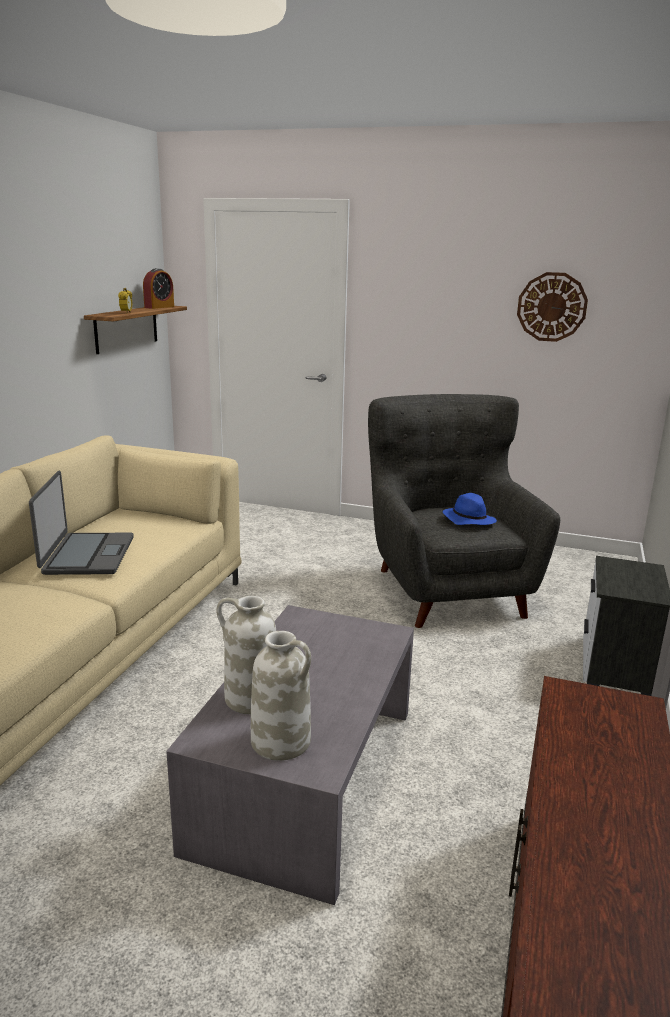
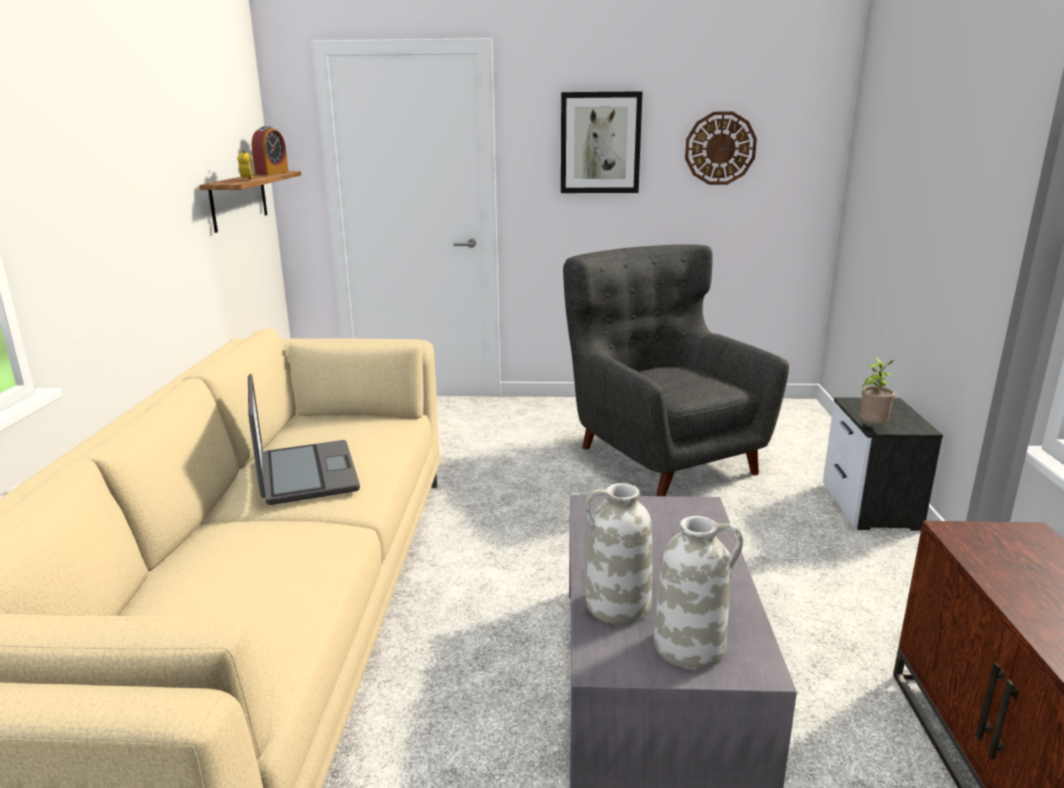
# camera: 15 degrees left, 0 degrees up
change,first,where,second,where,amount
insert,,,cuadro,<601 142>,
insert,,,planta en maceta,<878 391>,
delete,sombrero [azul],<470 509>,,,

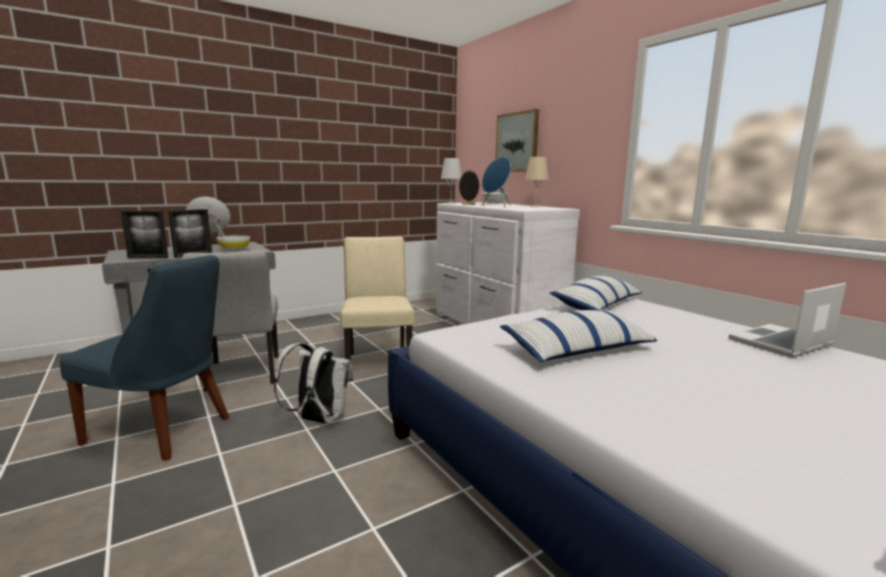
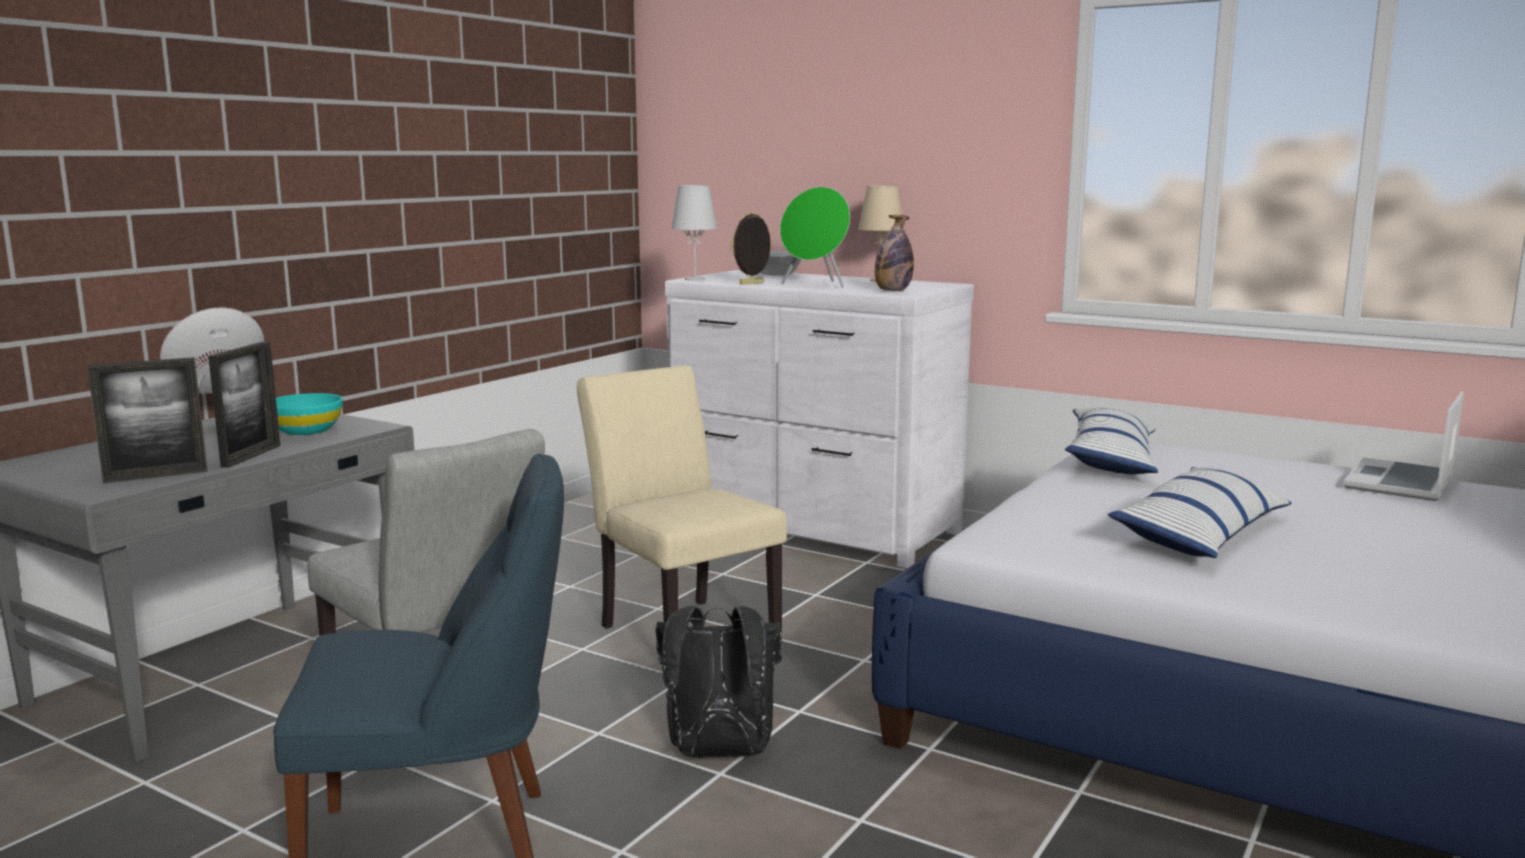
# camera: 25 degrees left, 0 degrees up
change,first,where,second,where,amount
recolor,cuenco [blanco],<233 243>,cuenco [turquesa],<309 414>,
recolor,mochila [blanco],<313 383>,mochila [negro],<718 682>,
recolor,altavoz [azul],<496 182>,altavoz [verde],<815 237>,
insert,,,botella,<894 253>,
delete,cuadro,<517 140>,,,

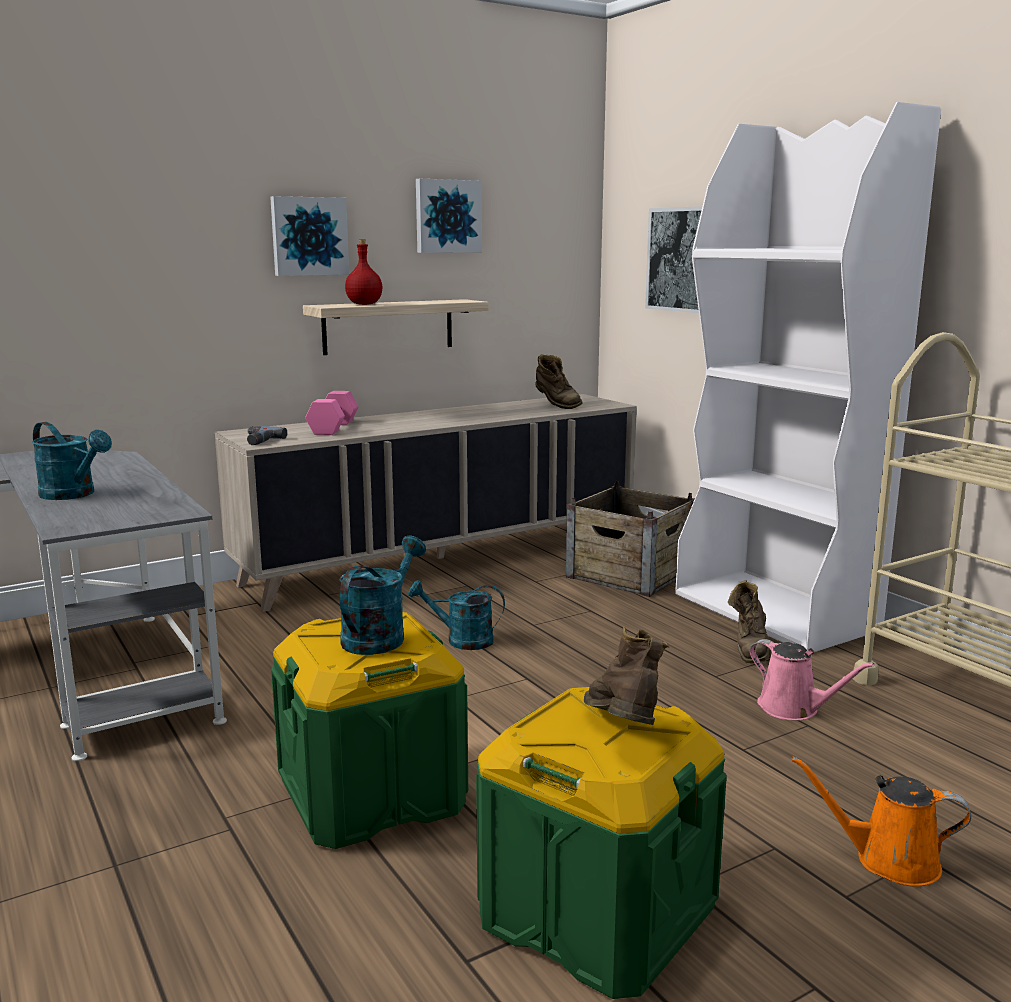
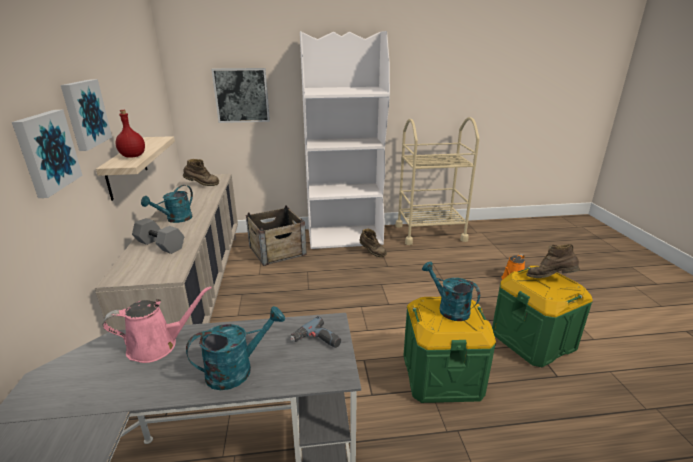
# camera: 65 degrees left, 10 degrees up
change,first,where,second,where,amount
move,cuadro,<449 216>,,<47 153>,
move,regadera [rosa],<812 680>,,<157 324>,
recolor,mancuerna [rosa],<331 413>,mancuerna [gris],<158 236>,
move,regadera [turquesa],<456 615>,,<167 204>,
move,taladro,<267 435>,,<315 332>,

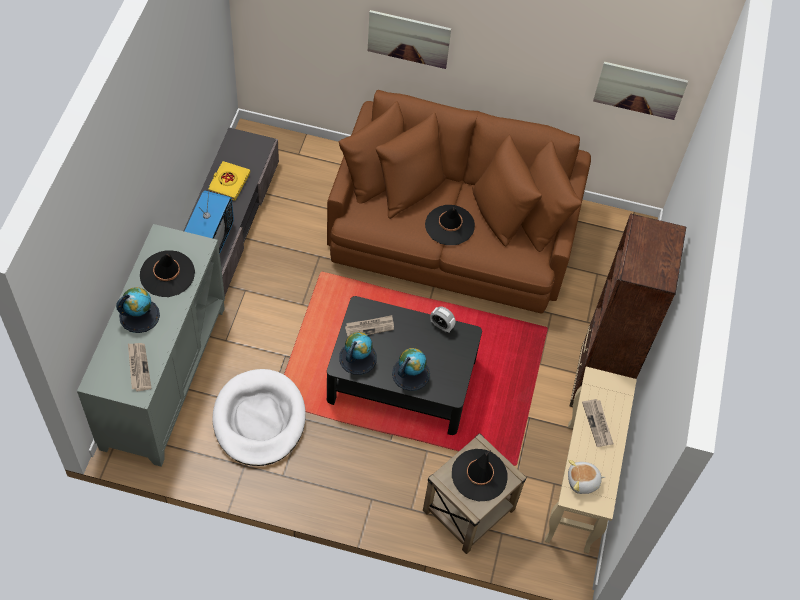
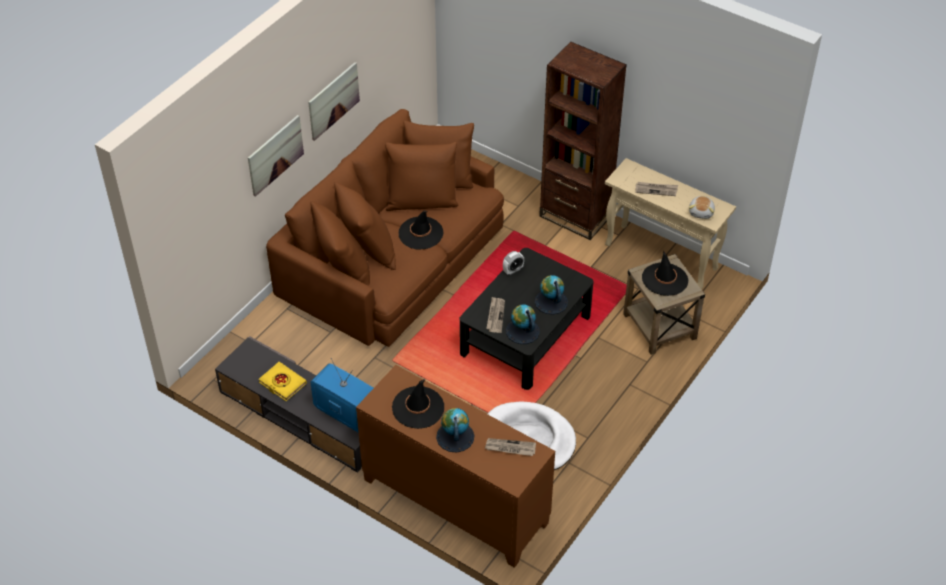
# camera: 65 degrees left, 10 degrees down
change,first,where,second,where,amount
move,cuadro,<640 90>,,<334 101>,
recolor,armario [gris],<151 345>,armario [marrón],<455 466>,

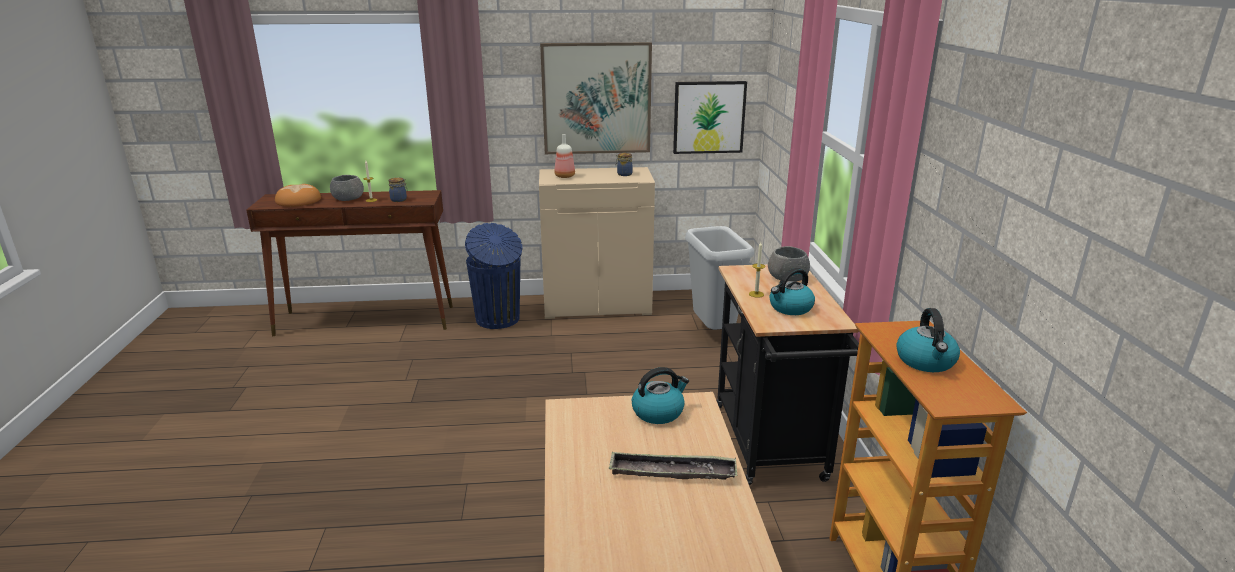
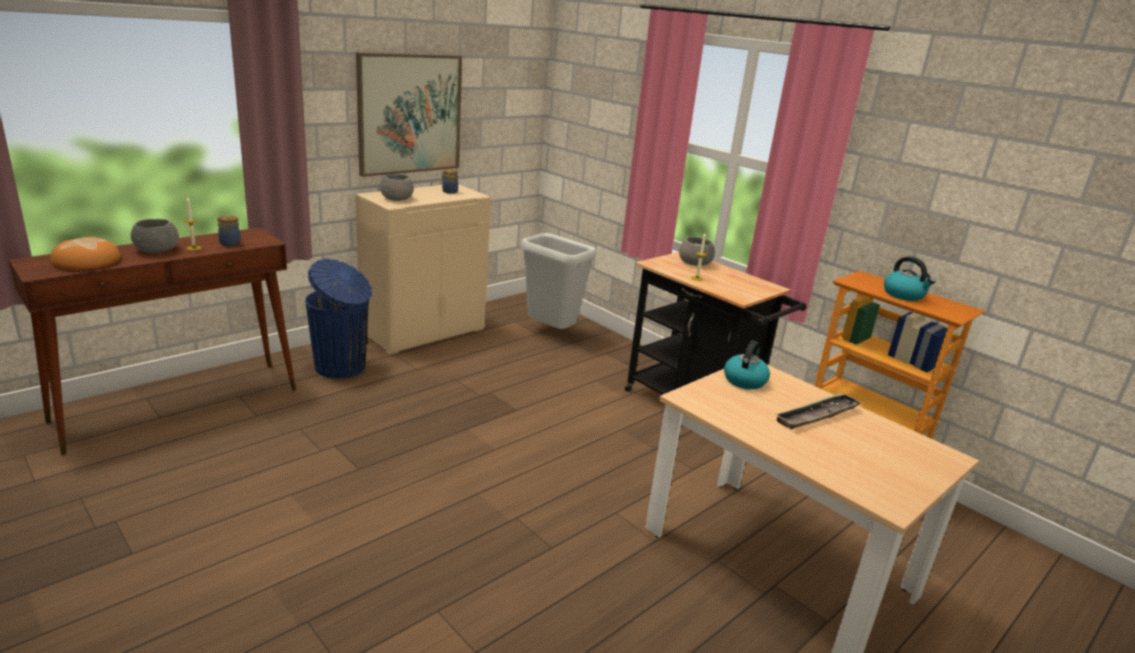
# camera: 40 degrees left, 0 degrees up
change,first,where,second,where,amount
replace,botella,<564 156>,cuenco [gris],<397 187>,
delete,cuadro,<710 117>,,,
delete,hervidor,<792 291>,,,

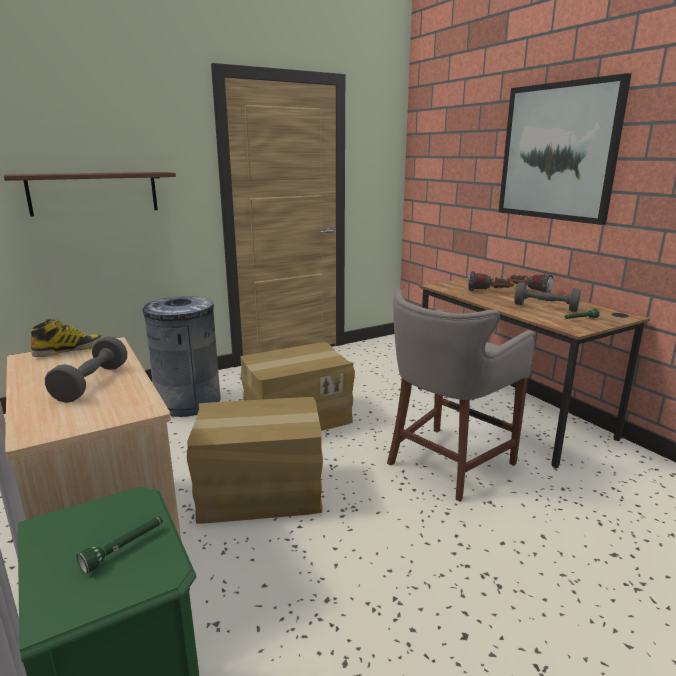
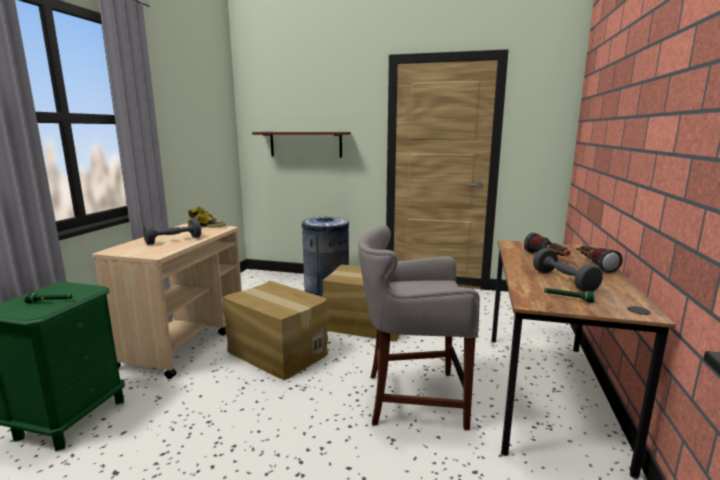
# camera: 45 degrees right, 5 degrees down
change,first,where,second,where,amount
delete,cuadro,<565 149>,,,

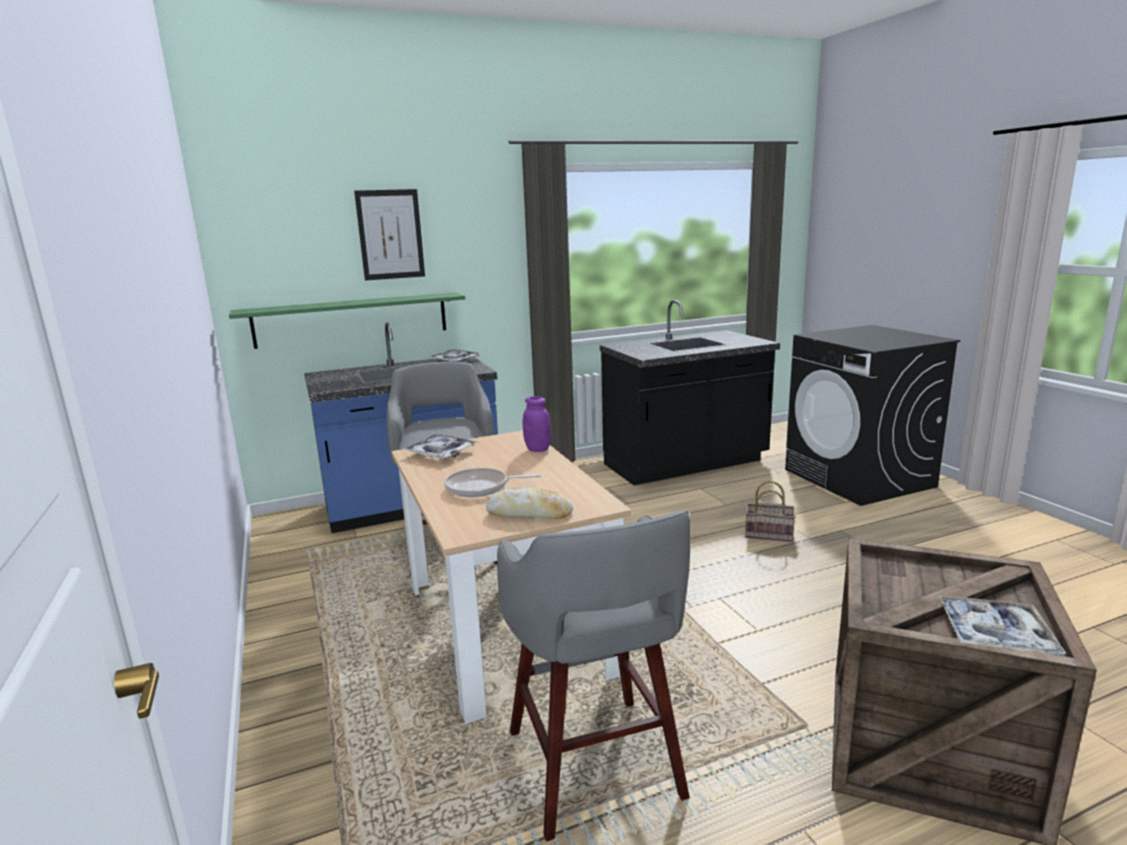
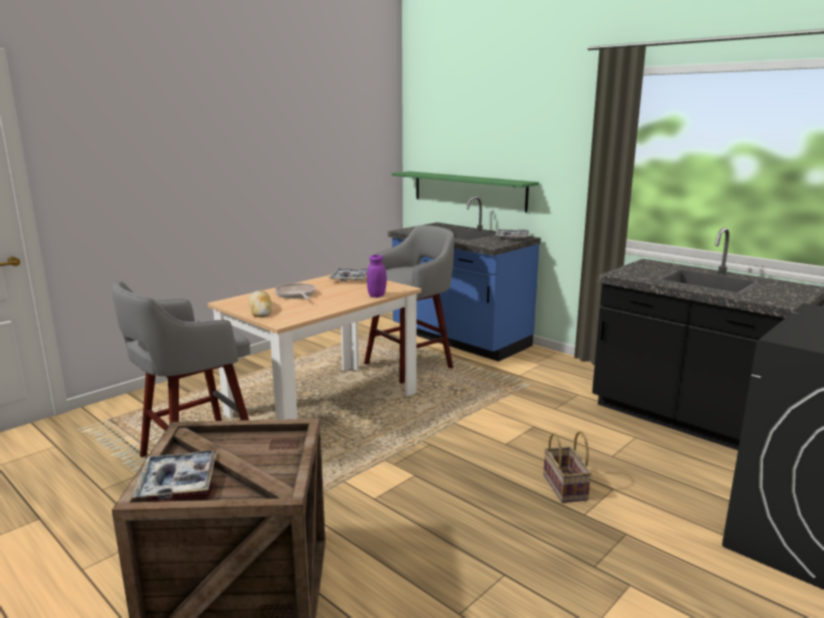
# camera: 65 degrees right, 0 degrees up
change,first,where,second,where,amount
delete,cuadro,<389 235>,,,

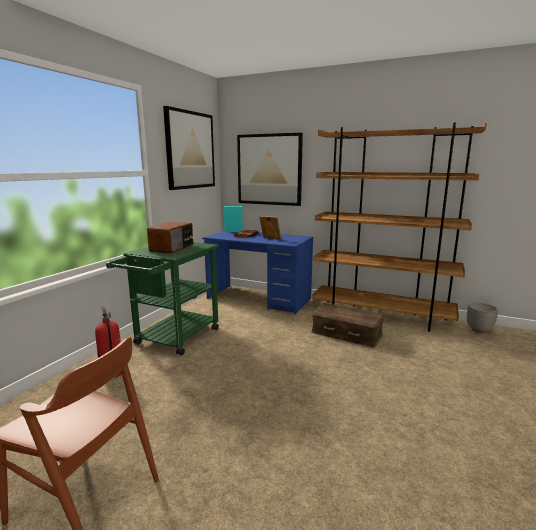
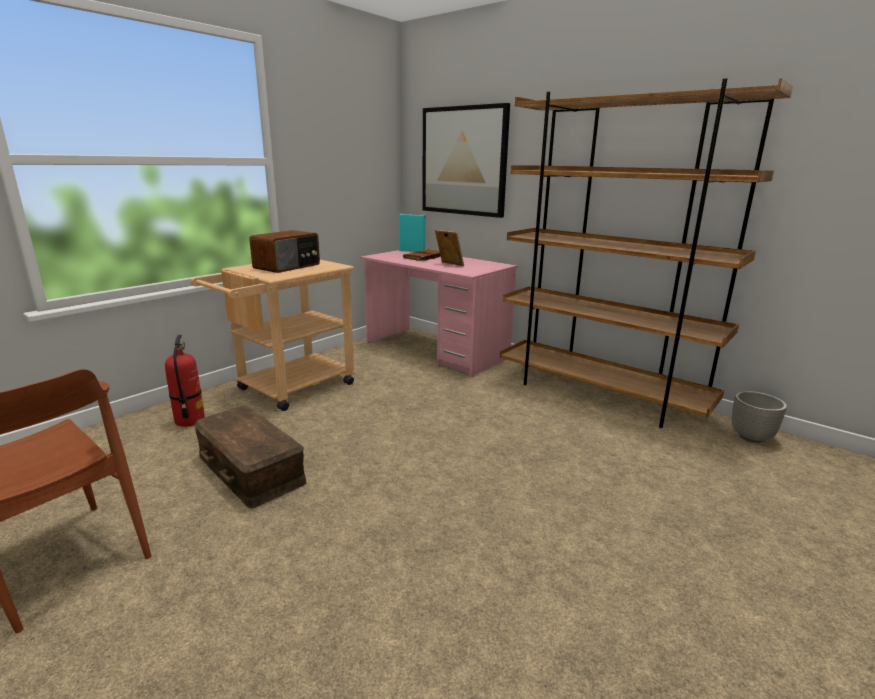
# camera: 15 degrees right, 5 degrees up
change,first,where,second,where,amount
recolor,carrito [verde],<162 299>,carrito [beis],<272 335>,
move,caja de almacenaje [marrón],<348 325>,,<250 456>,
recolor,escritorio [azul],<257 272>,escritorio [rosa],<439 313>,
delete,cuadro,<189 148>,,,

